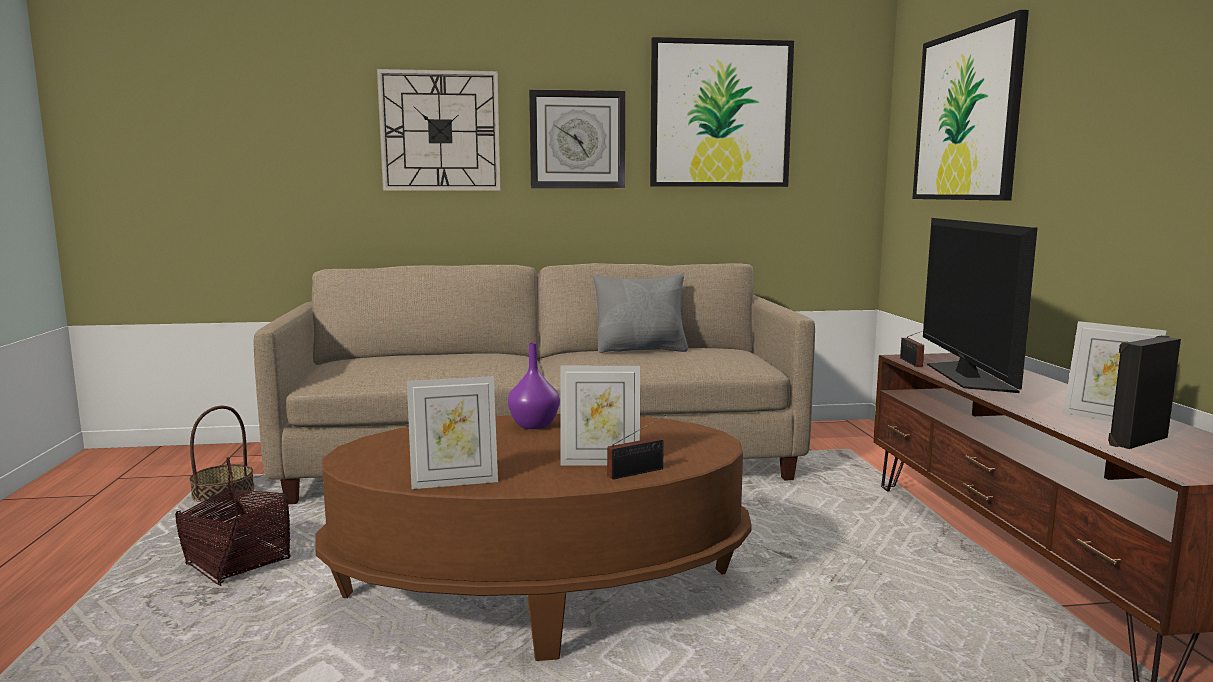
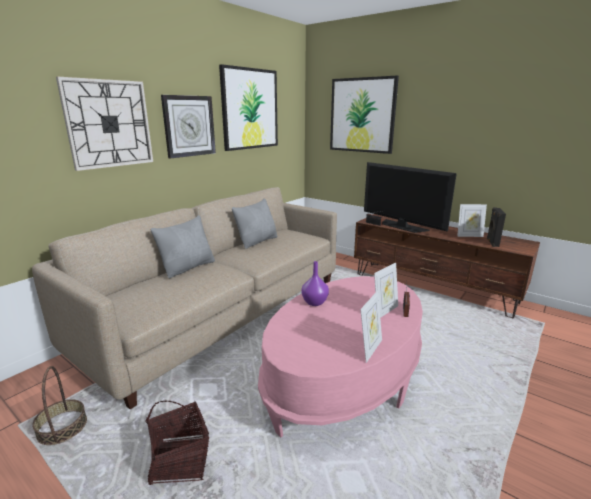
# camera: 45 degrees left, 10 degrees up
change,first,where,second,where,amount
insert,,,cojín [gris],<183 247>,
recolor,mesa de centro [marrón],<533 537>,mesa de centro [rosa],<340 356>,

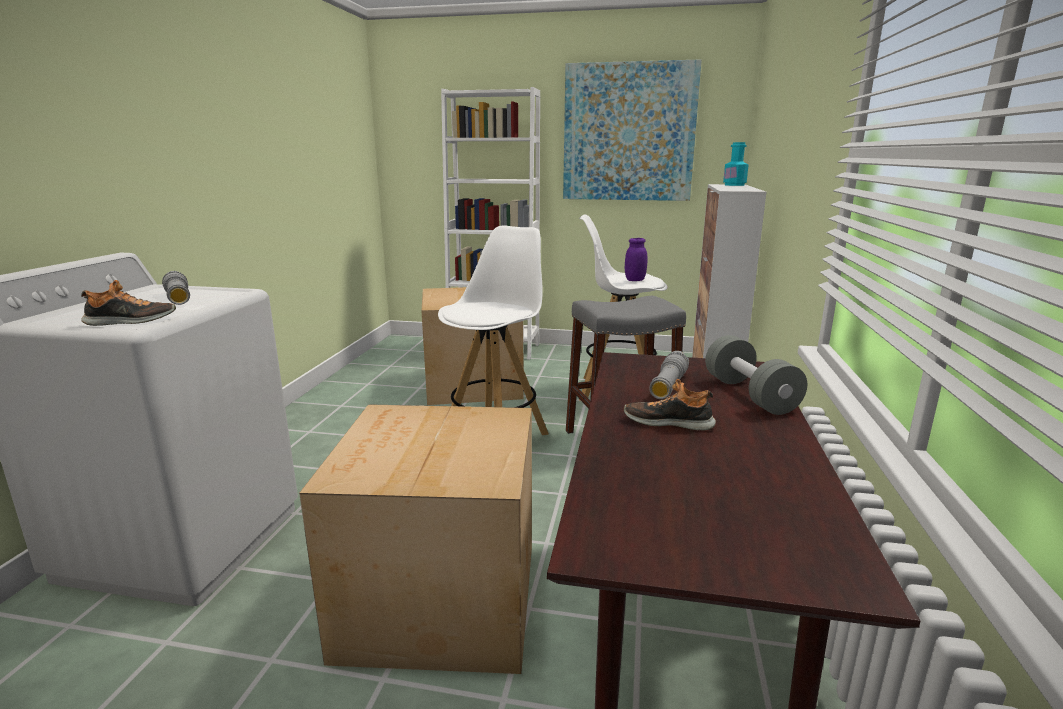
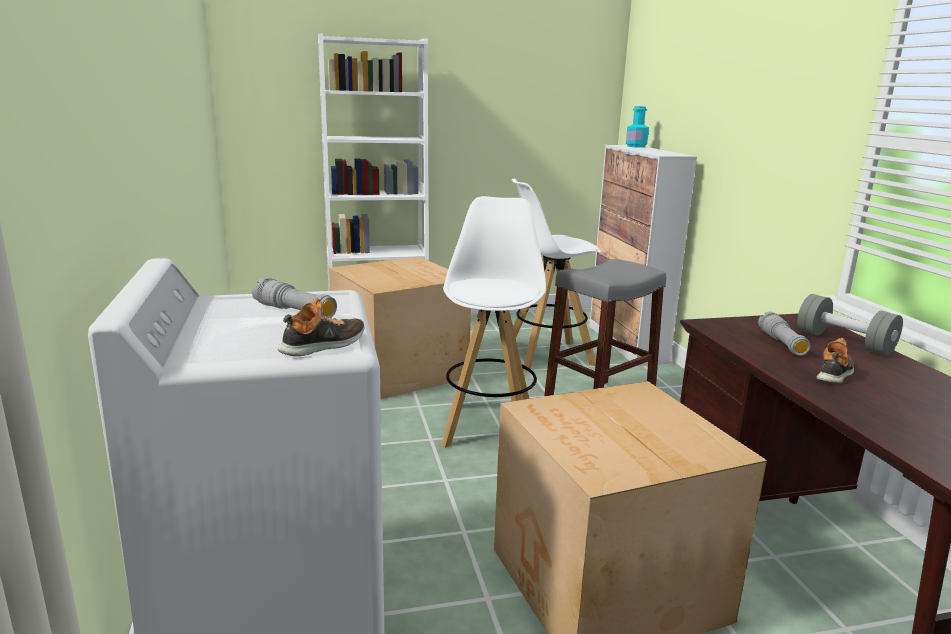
# camera: 25 degrees left, 0 degrees up
change,first,where,second,where,amount
rotate,zapato,<670 405>,,<835 361>,135 degrees clockwise
delete,cuadro,<632 130>,,,
delete,tarro [morado],<636 259>,,,

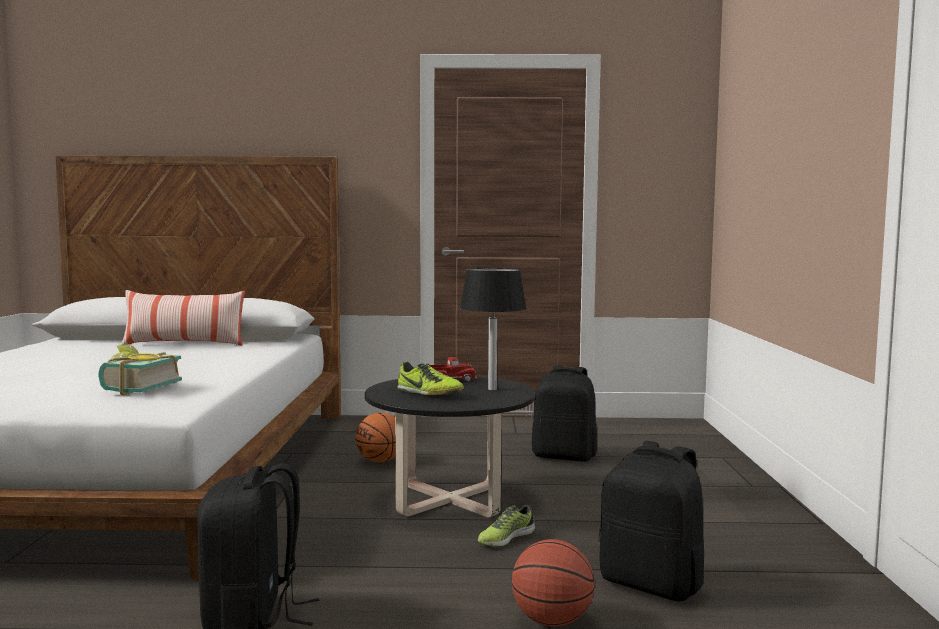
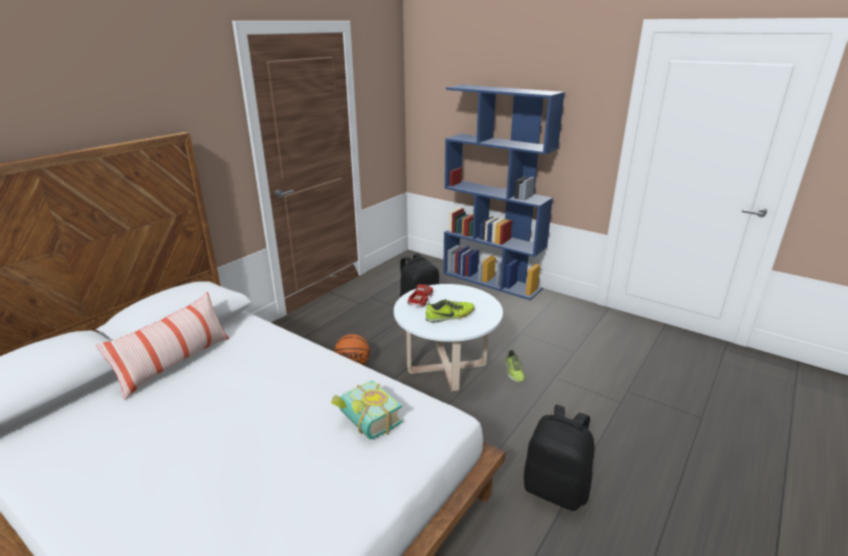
# camera: 55 degrees left, 20 degrees up
change,first,where,second,where,amount
recolor,mesa de centro [negro],<450 446>,mesa de centro [blanco],<448 338>,
insert,,,estantería [azul],<504 192>,
delete,lámpara de mesa [negro],<493 329>,,,
delete,balón de baloncesto,<553 583>,,,
delete,mochila [negro],<651 521>,,,

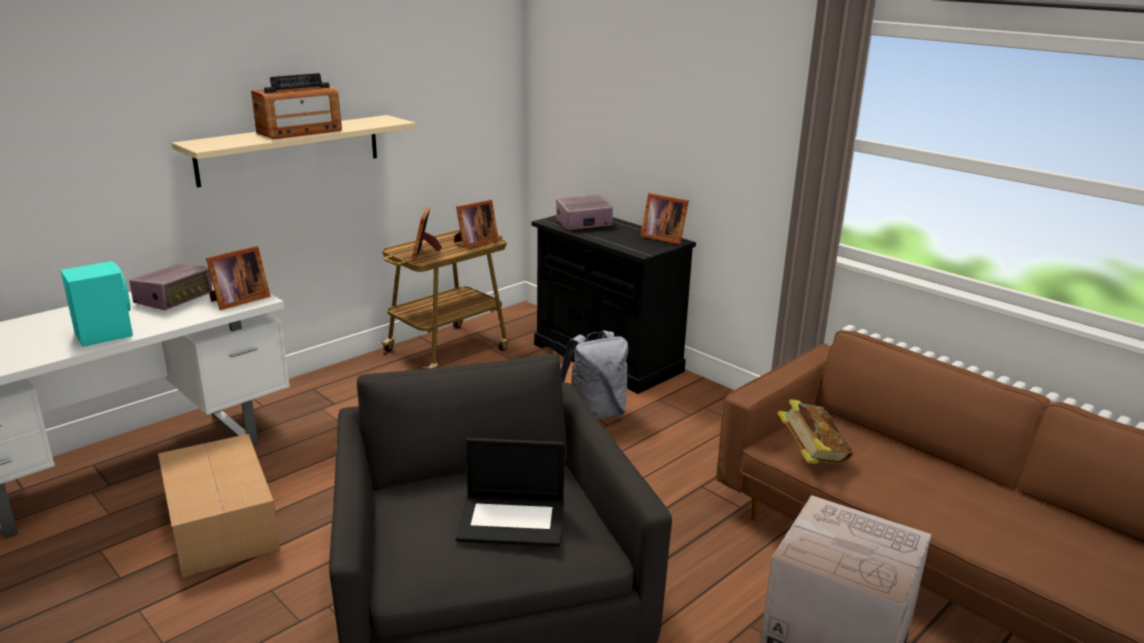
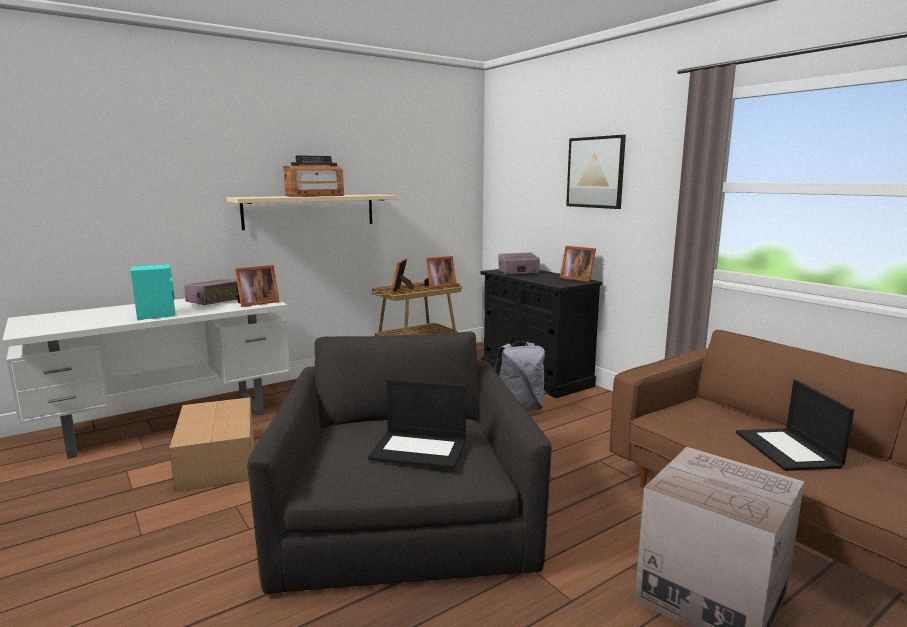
# camera: 10 degrees right, 10 degrees down
change,first,where,second,where,amount
insert,,,cuadro,<596 172>,
insert,,,portátil,<795 425>,
delete,libro,<815 431>,,,

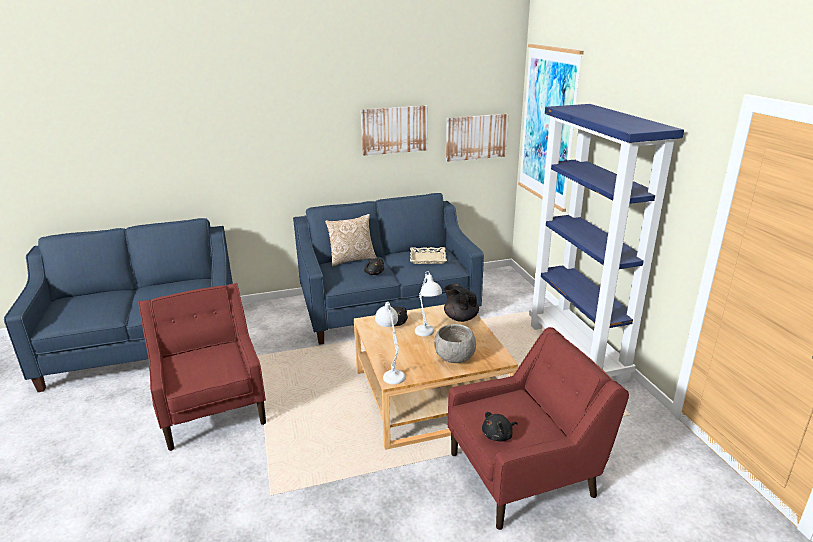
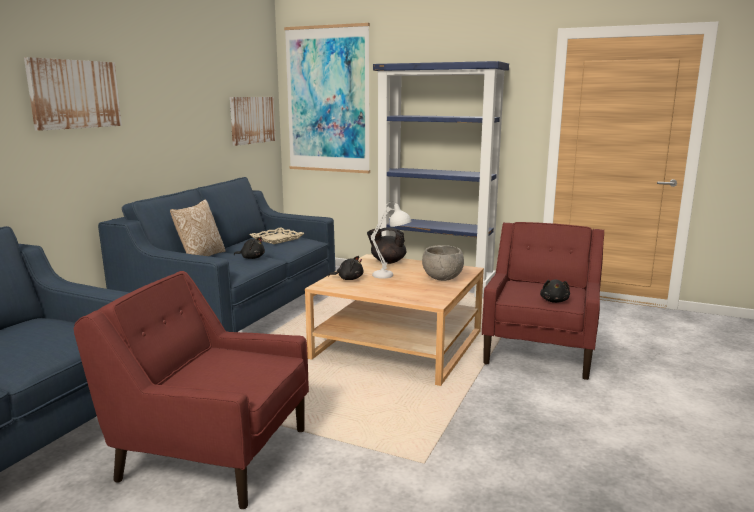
# camera: 50 degrees left, 10 degrees down
change,first,where,second,where,amount
move,cuadro,<394 130>,,<73 94>,
delete,lámpara de mesa [blanco],<390 343>,,,

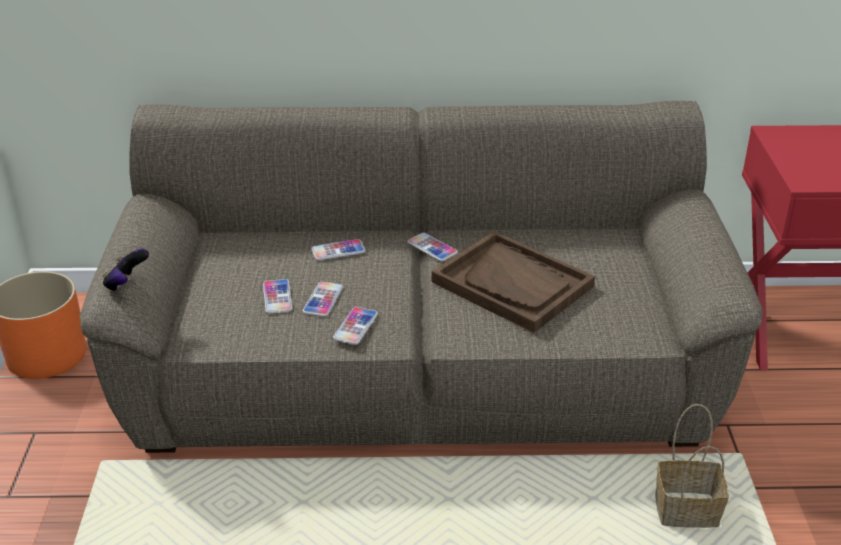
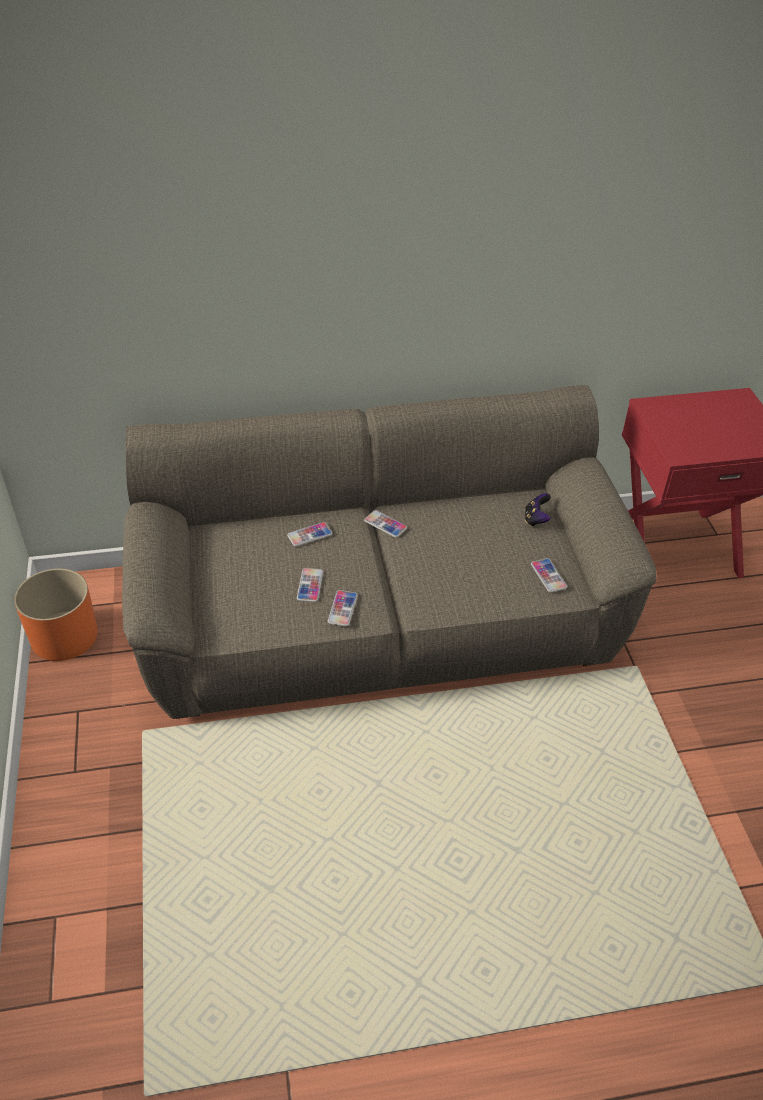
# camera: 10 degrees left, 10 degrees up
change,first,where,second,where,amount
move,mando de consola,<125 270>,,<538 510>,
move,móvil,<278 296>,,<549 575>,
delete,bandeja [marrón],<513 282>,,,
delete,cesta,<692 466>,,,

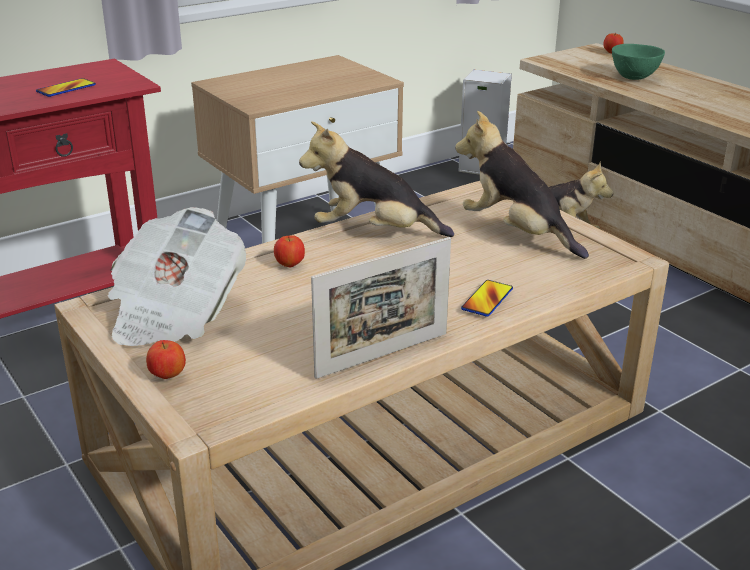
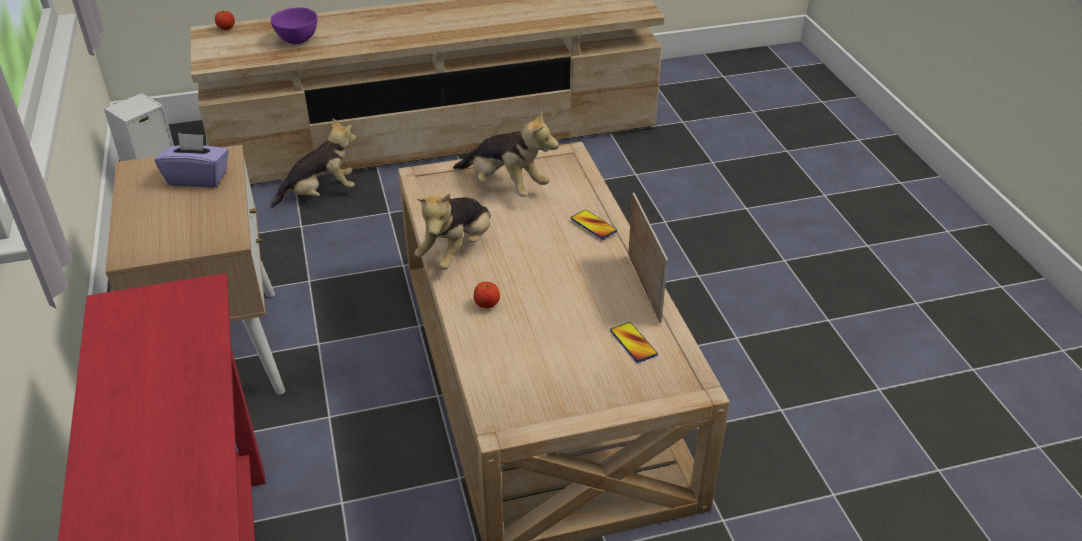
# camera: 70 degrees left, 10 degrees up
change,first,where,second,where,amount
insert,,,caja de pañuelos [morado],<192 160>,
recolor,cuenco [verde],<638 62>,cuenco [morado],<293 26>,
rotate,peluche,<522 185>,,<506 153>,120 degrees counterclockwise
move,móvil,<66 87>,,<634 342>,
delete,periódico,<177 276>,,,
delete,manzana,<166 359>,,,

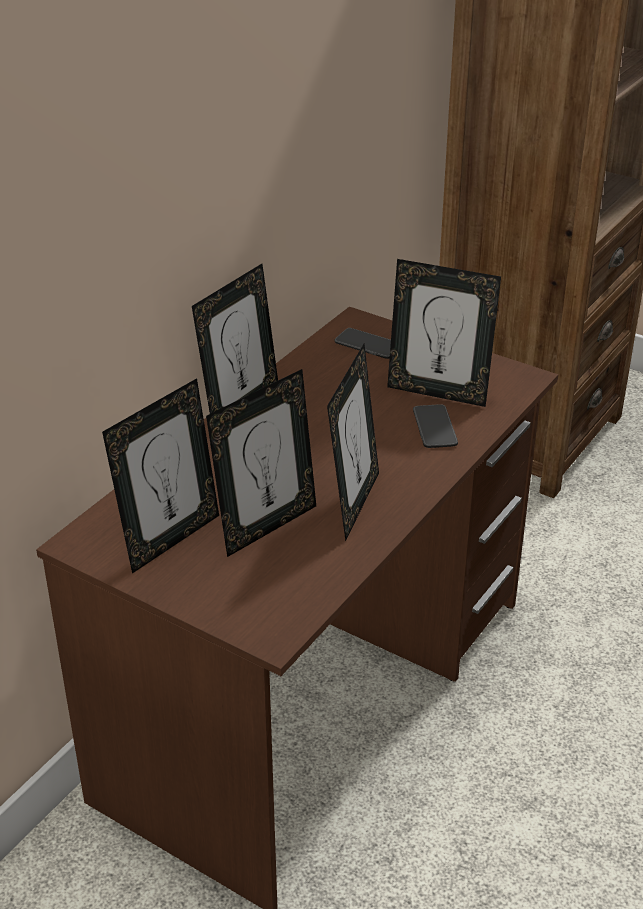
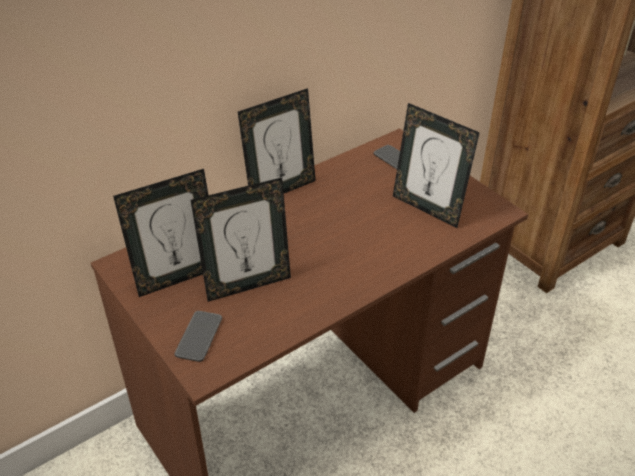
# camera: 20 degrees right, 5 degrees up
change,first,where,second,where,amount
move,móvil,<435 426>,,<198 336>,
delete,portarretratos,<353 442>,,,

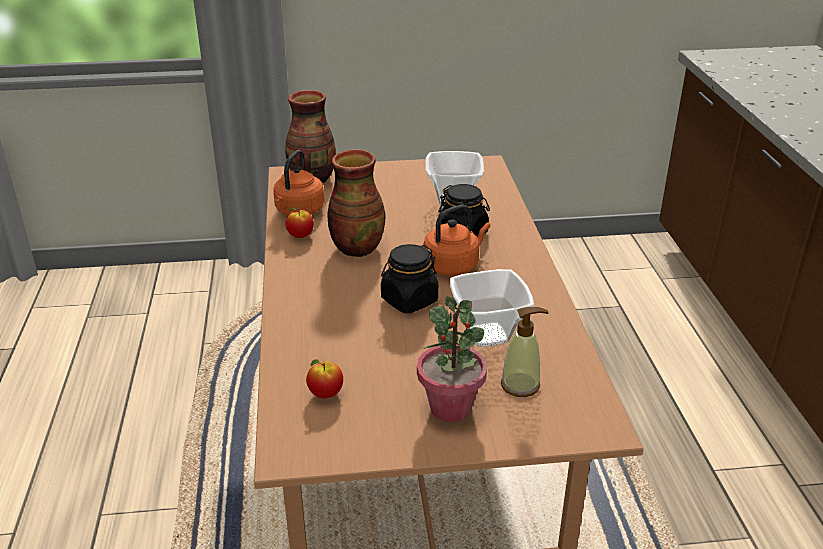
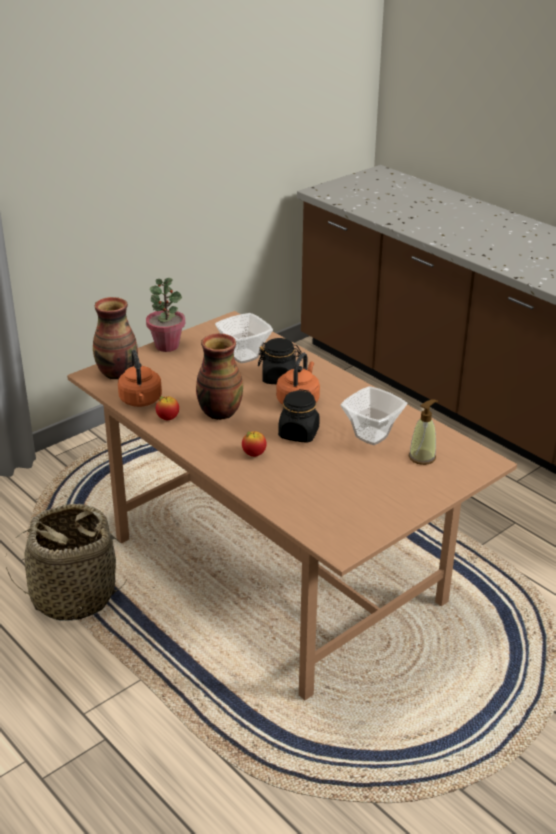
# camera: 35 degrees left, 0 degrees up
change,first,where,second,where,amount
insert,,,cesta,<66 562>,
move,planta en maceta,<452 359>,,<165 315>,
move,manzana,<324 378>,,<254 444>,

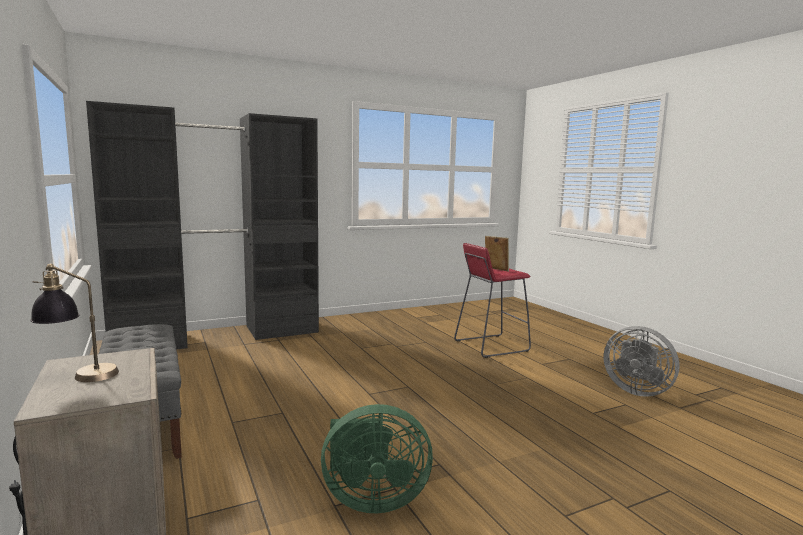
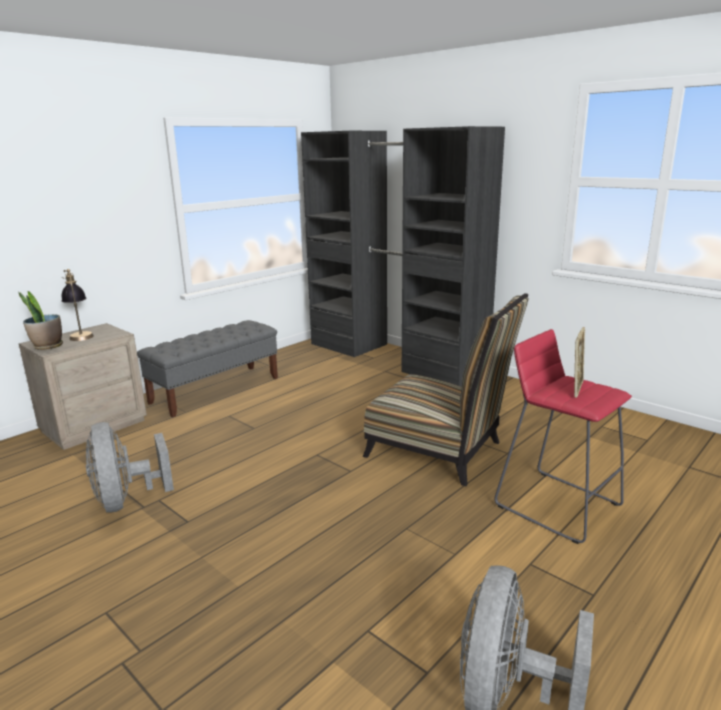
# camera: 70 degrees right, 10 degrees up
change,first,where,second,where,amount
insert,,,planta en maceta,<41 320>,
recolor,ventilador [verde],<377 458>,ventilador [gris],<130 467>,
insert,,,silla,<446 389>,

